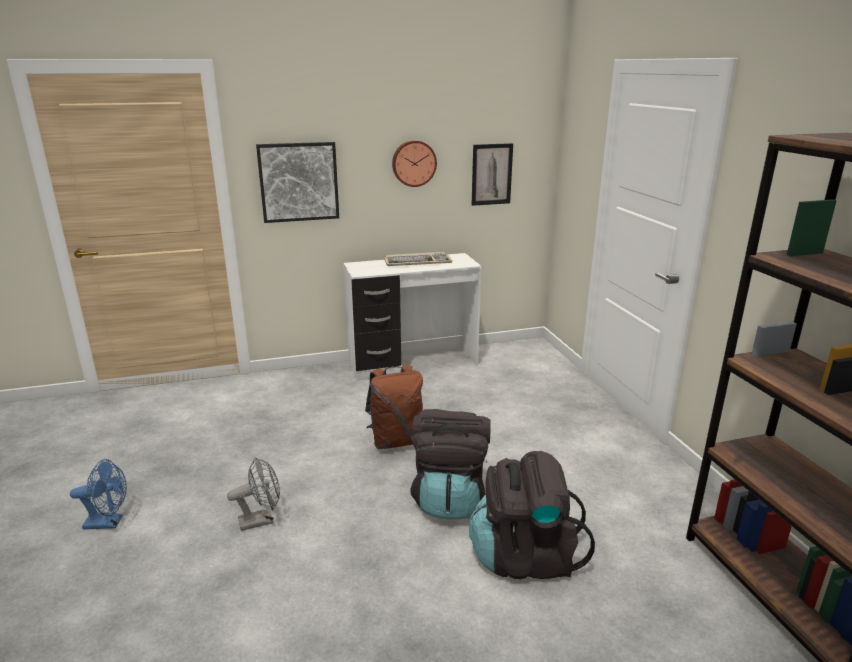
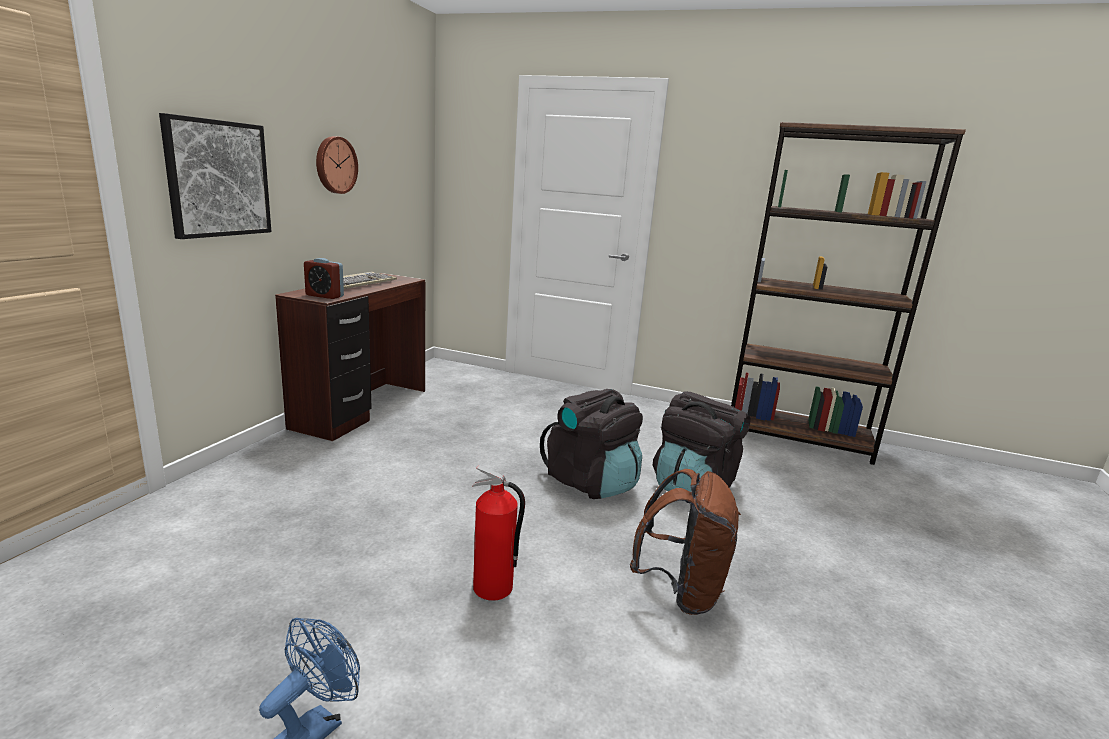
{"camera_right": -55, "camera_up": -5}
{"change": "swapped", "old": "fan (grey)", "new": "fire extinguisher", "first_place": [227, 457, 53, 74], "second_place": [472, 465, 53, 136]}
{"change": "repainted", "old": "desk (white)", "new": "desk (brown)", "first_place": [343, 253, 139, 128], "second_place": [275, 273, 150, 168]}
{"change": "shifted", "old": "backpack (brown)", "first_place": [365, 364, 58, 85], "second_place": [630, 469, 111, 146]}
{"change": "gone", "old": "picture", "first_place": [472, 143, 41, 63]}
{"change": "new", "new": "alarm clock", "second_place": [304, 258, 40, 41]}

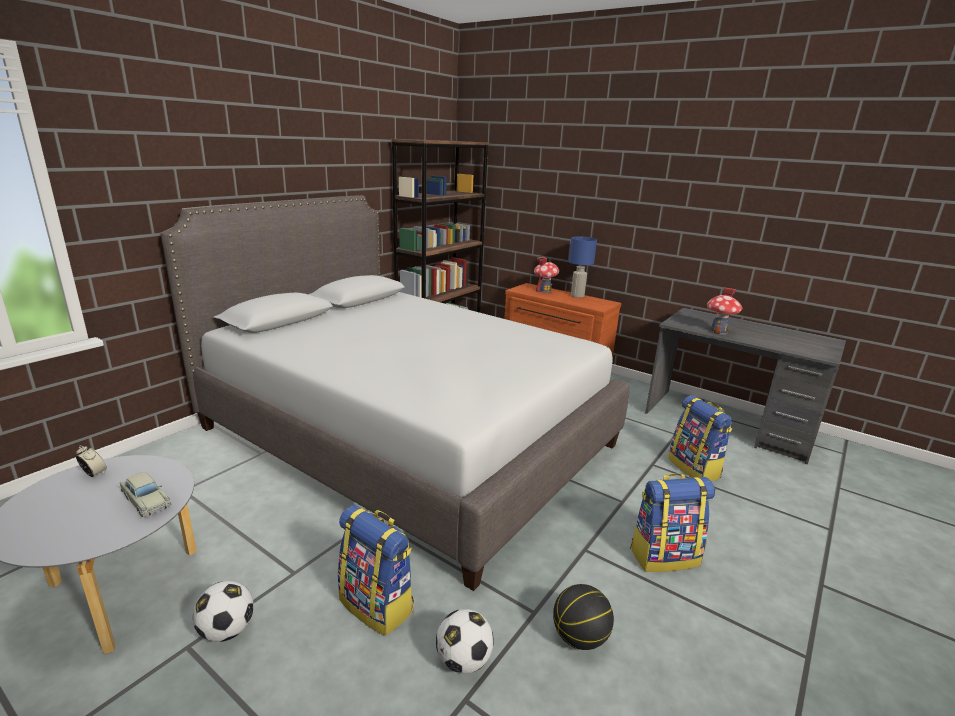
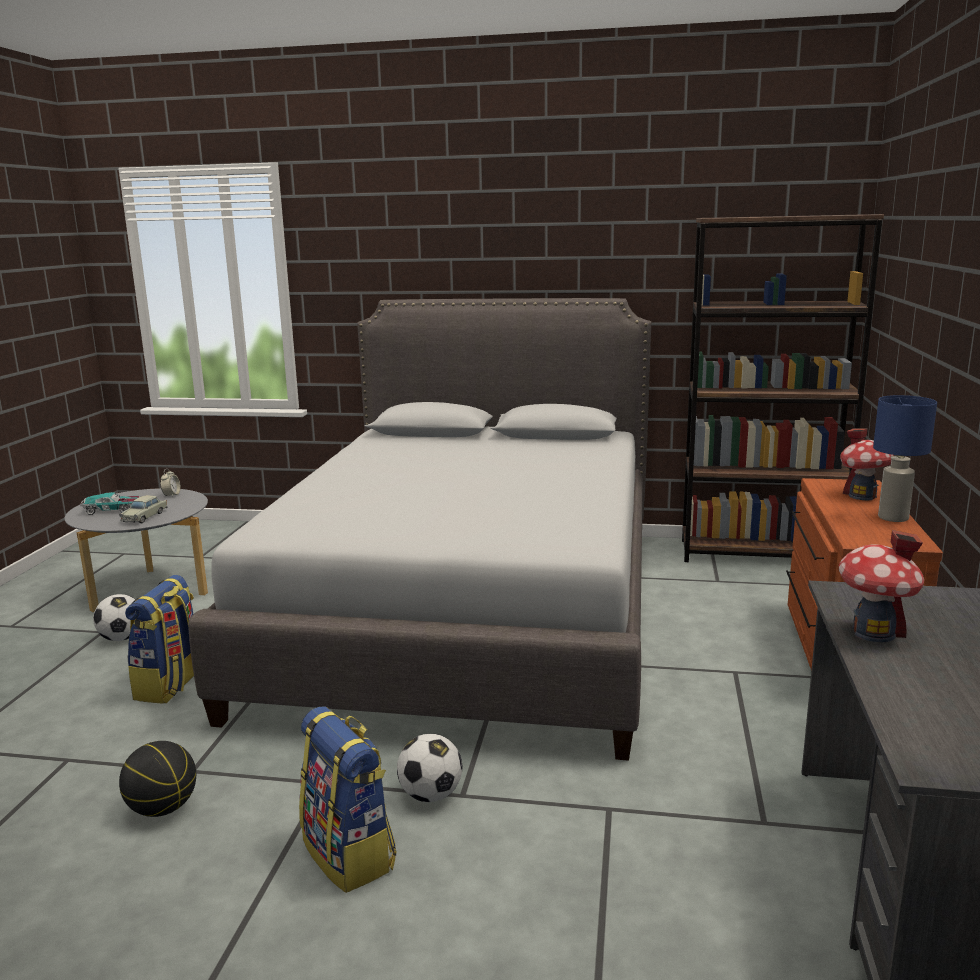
{"camera_right": 65, "camera_up": -5}
{"change": "shifted", "old": "football", "first_place": [436, 609, 58, 65], "second_place": [397, 734, 65, 68]}
{"change": "gone", "old": "backpack", "first_place": [668, 396, 64, 85]}
{"change": "new", "new": "toy car", "second_place": [80, 492, 59, 23]}

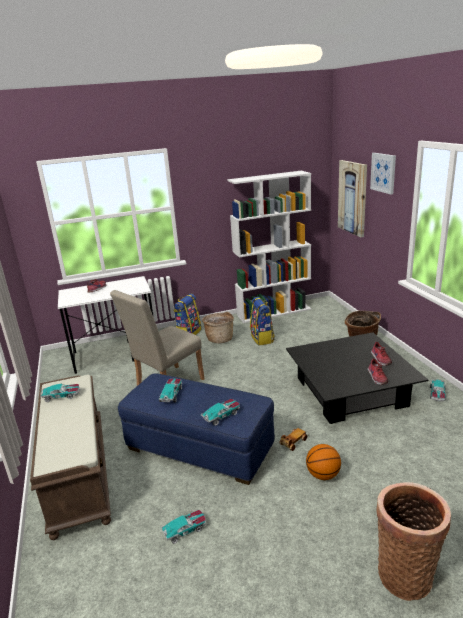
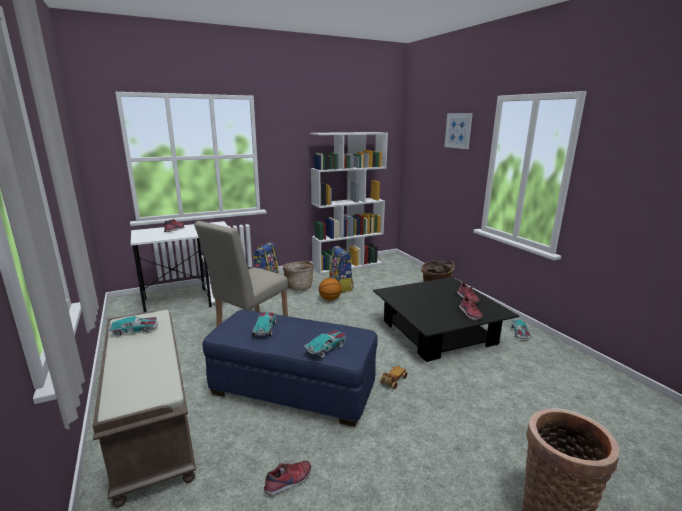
{"camera_right": -10, "camera_up": -5}
{"change": "swapped", "old": "toy car", "new": "shoe", "first_place": [161, 510, 45, 34], "second_place": [264, 461, 47, 35]}
{"change": "shifted", "old": "basketball", "first_place": [306, 444, 35, 36], "second_place": [319, 278, 23, 23]}
{"change": "gone", "old": "picture", "first_place": [338, 160, 29, 77]}

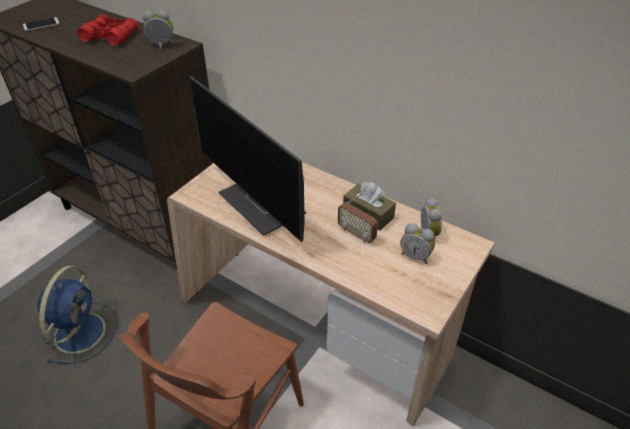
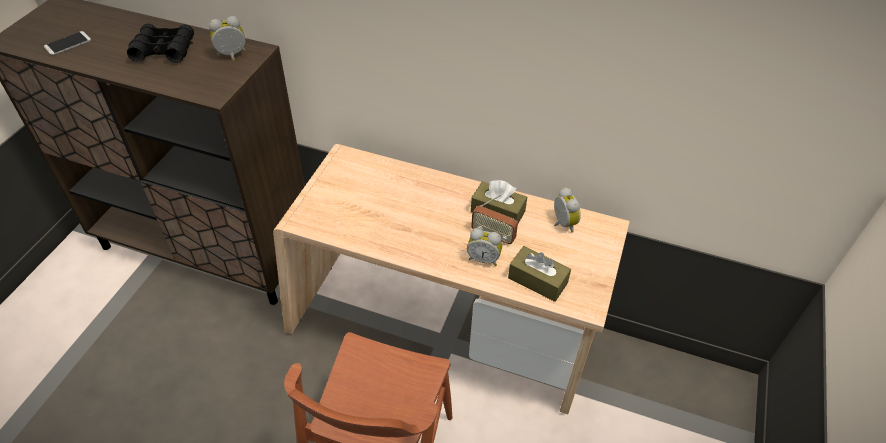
{"camera_right": -15, "camera_up": 5}
{"change": "gone", "old": "fan (blue)", "first_place": [37, 265, 81, 99]}
{"change": "repainted", "old": "binoculars (red)", "new": "binoculars (black)", "first_place": [77, 14, 61, 32], "second_place": [127, 23, 67, 40]}
{"change": "gone", "old": "monitor", "first_place": [189, 76, 117, 166]}
{"change": "shifted", "old": "alarm clock", "first_place": [400, 223, 35, 41], "second_place": [467, 228, 35, 38]}
{"change": "new", "new": "tissue box (brown)", "second_place": [508, 246, 63, 56]}

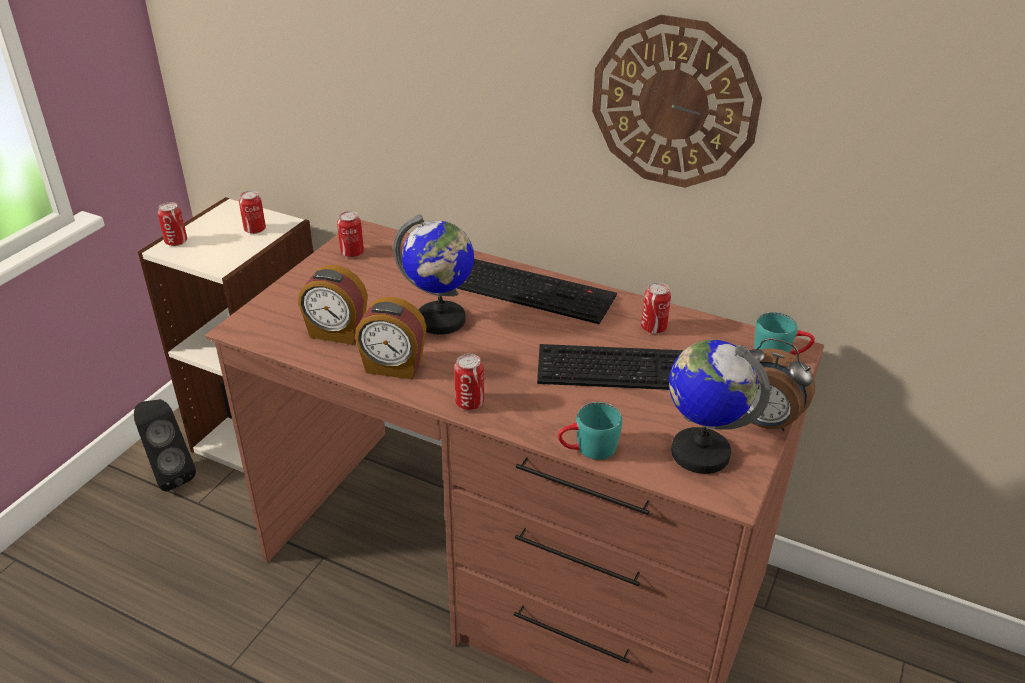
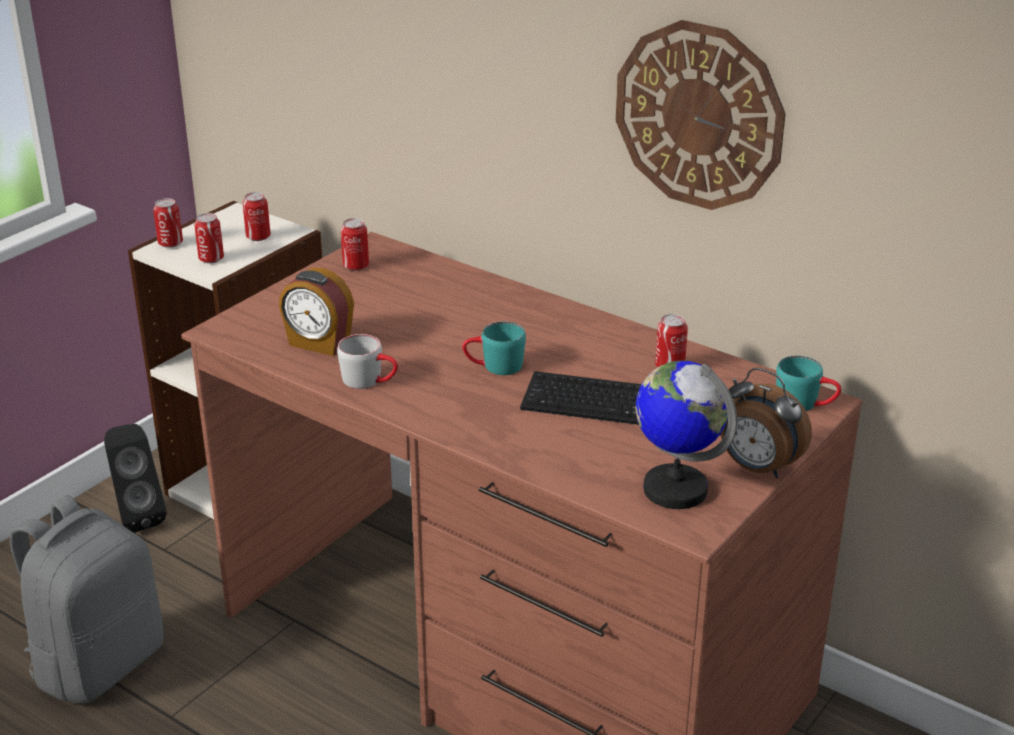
{"camera_right": 10, "camera_up": -5}
{"change": "swapped", "old": "alarm clock", "new": "mug (grey)", "first_place": [355, 297, 72, 82], "second_place": [337, 334, 61, 55]}
{"change": "gone", "old": "globe", "first_place": [393, 214, 81, 121]}
{"change": "shifted", "old": "can", "first_place": [454, 354, 30, 56], "second_place": [195, 213, 29, 50]}
{"change": "gone", "old": "keyboard", "first_place": [456, 259, 161, 65]}
{"change": "shifted", "old": "mug (turquoise)", "first_place": [558, 402, 64, 58], "second_place": [462, 321, 64, 54]}
{"change": "new", "new": "backpack (grey)", "second_place": [10, 495, 153, 209]}

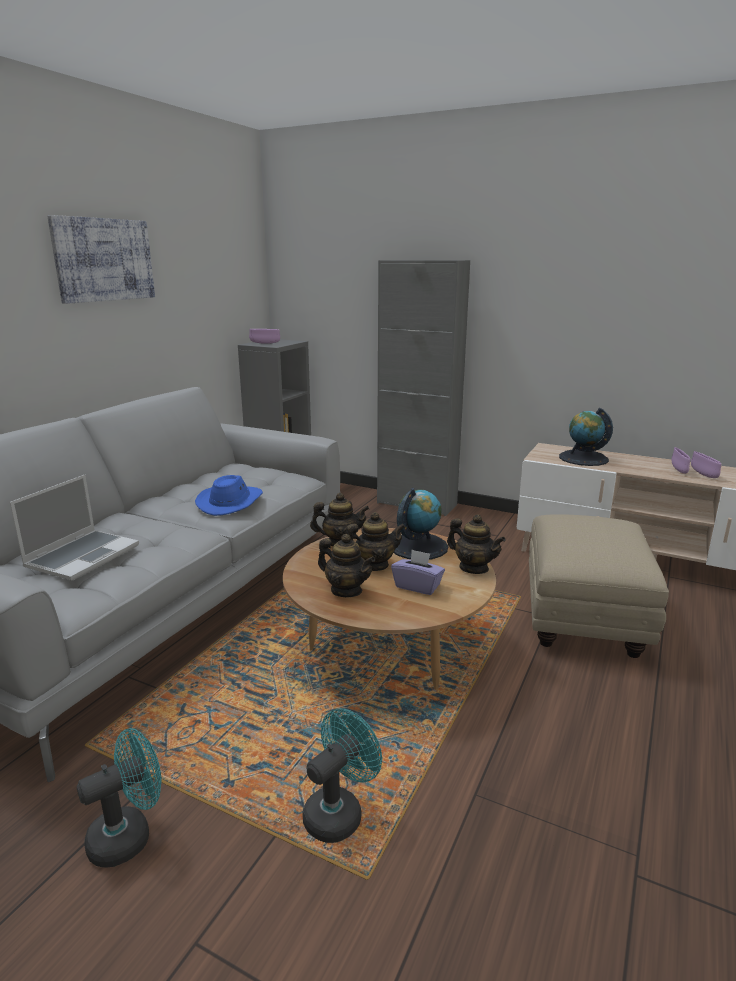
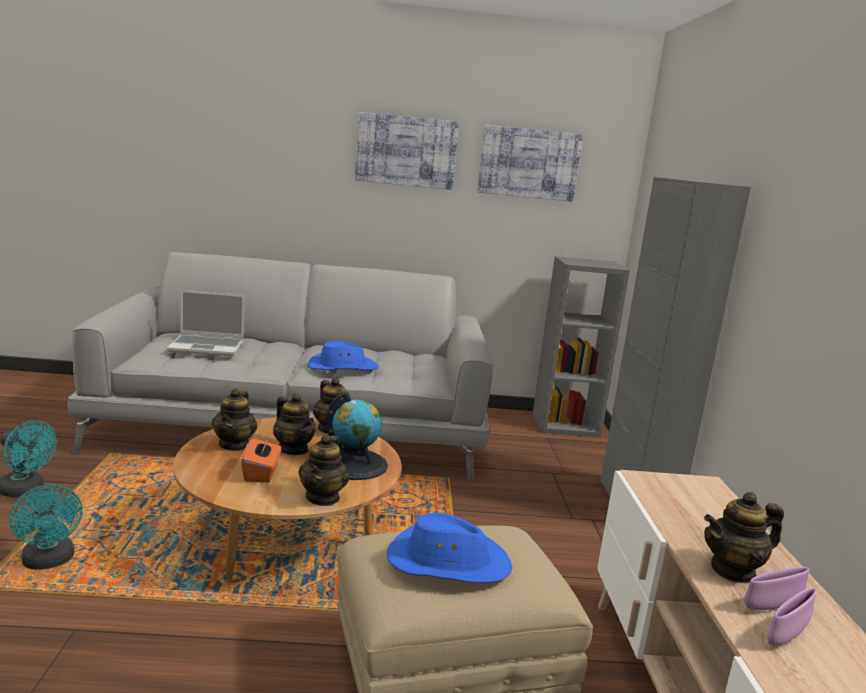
{"camera_right": 60, "camera_up": -5}
{"change": "gone", "old": "bowl (purple)", "first_place": [249, 329, 31, 15]}
{"change": "rotated", "old": "fan (turquoise)", "first_place": [302, 708, 80, 135], "second_place": [9, 485, 74, 85], "degrees": 45}
{"change": "repainted", "old": "tissue box (purple)", "new": "tissue box (orange)", "first_place": [391, 549, 54, 46], "second_place": [241, 436, 40, 47]}
{"change": "gone", "old": "globe", "first_place": [559, 408, 54, 58]}
{"change": "new", "new": "hat (blue)", "second_place": [387, 513, 125, 70]}
{"change": "new", "new": "picture", "second_place": [477, 125, 106, 77]}
{"change": "new", "new": "teapot", "second_place": [704, 492, 80, 92]}

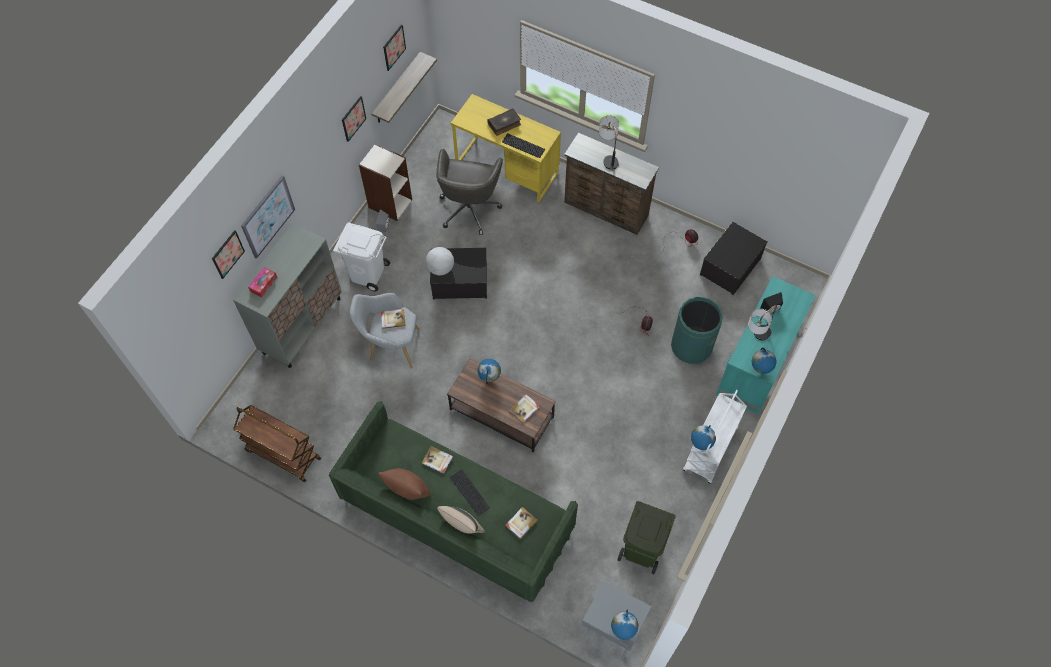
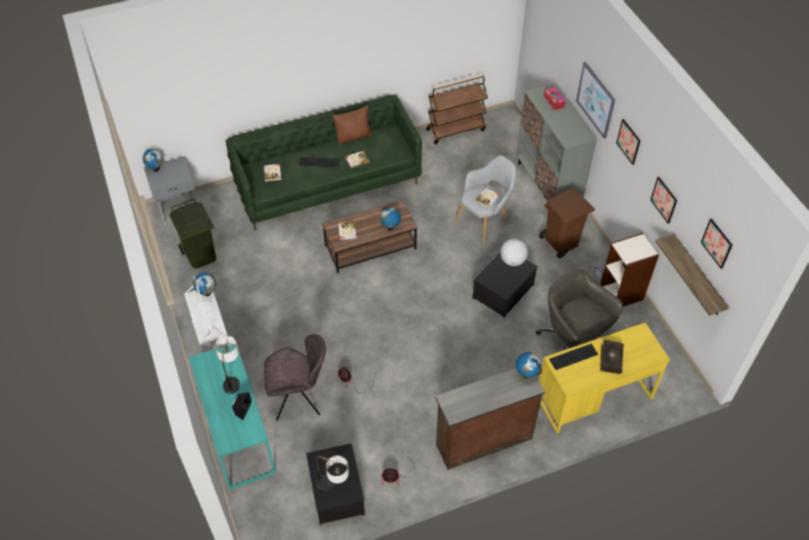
{"camera_right": 130, "camera_up": -10}
{"change": "shifted", "old": "picture", "first_place": [212, 230, 33, 49], "second_place": [616, 119, 25, 46]}
{"change": "repainted", "old": "trash can (white)", "new": "trash can (brown)", "first_place": [333, 222, 57, 70], "second_place": [539, 188, 56, 70]}
{"change": "gone", "old": "pillow (beige)", "first_place": [437, 506, 48, 28]}
{"change": "shifted", "old": "table lamp", "first_place": [599, 115, 20, 55], "second_place": [316, 456, 33, 35]}
{"change": "swapped", "old": "trash can (green)", "new": "chair (grey)", "first_place": [671, 297, 52, 67], "second_place": [264, 335, 62, 86]}
{"change": "shifted", "old": "globe", "first_place": [752, 348, 24, 26], "second_place": [516, 352, 26, 26]}

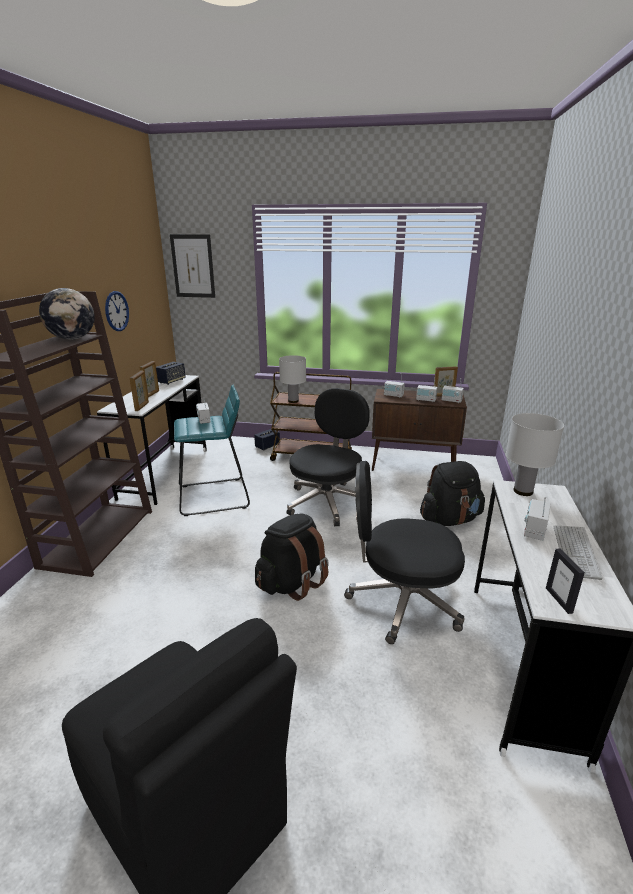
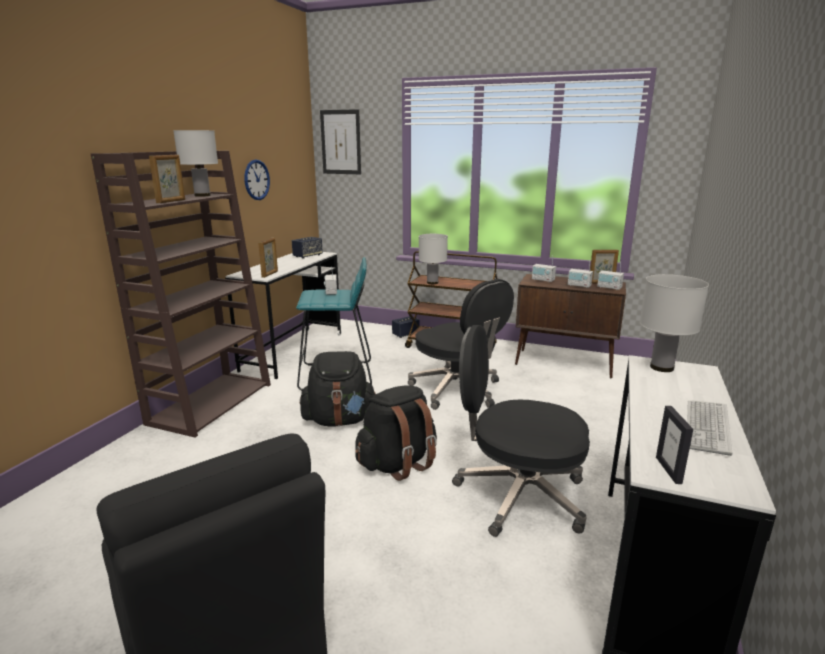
{"camera_right": 10, "camera_up": -5}
{"change": "swapped", "old": "globe", "new": "table lamp (white)", "first_place": [39, 288, 56, 52], "second_place": [173, 130, 45, 67]}
{"change": "shifted", "old": "picture frame", "first_place": [139, 361, 20, 36], "second_place": [149, 155, 36, 48]}
{"change": "rotated", "old": "office chair (black)", "first_place": [287, 388, 83, 138], "second_place": [408, 279, 106, 131], "degrees": 105}
{"change": "shifted", "old": "backpack (black)", "first_place": [420, 461, 65, 65], "second_place": [300, 351, 76, 76]}
{"change": "gone", "old": "radio", "first_place": [524, 497, 27, 44]}

